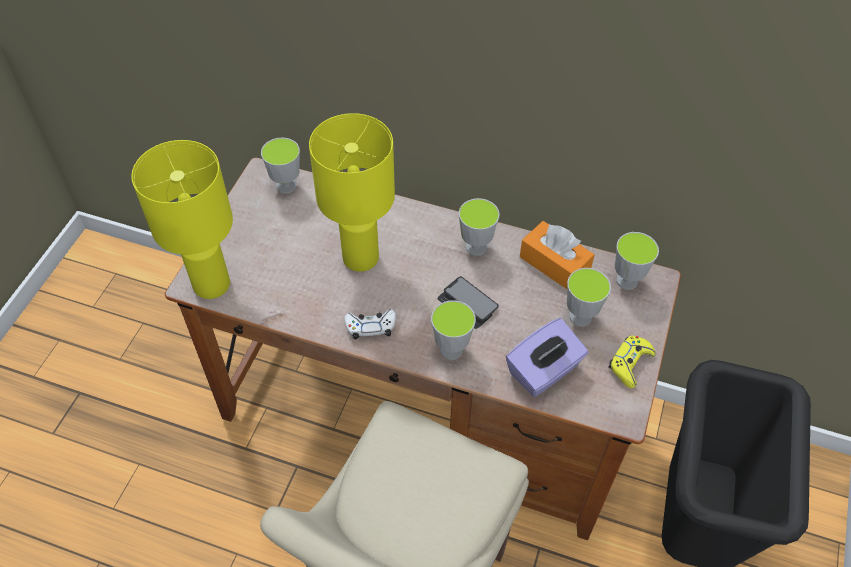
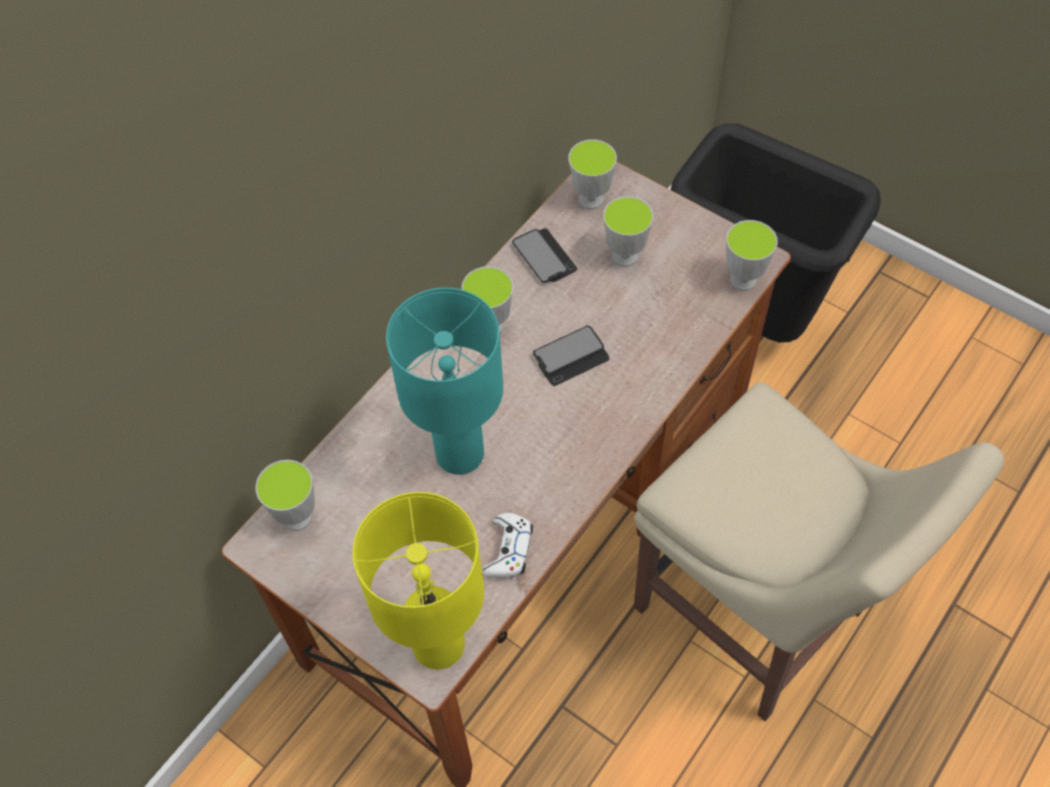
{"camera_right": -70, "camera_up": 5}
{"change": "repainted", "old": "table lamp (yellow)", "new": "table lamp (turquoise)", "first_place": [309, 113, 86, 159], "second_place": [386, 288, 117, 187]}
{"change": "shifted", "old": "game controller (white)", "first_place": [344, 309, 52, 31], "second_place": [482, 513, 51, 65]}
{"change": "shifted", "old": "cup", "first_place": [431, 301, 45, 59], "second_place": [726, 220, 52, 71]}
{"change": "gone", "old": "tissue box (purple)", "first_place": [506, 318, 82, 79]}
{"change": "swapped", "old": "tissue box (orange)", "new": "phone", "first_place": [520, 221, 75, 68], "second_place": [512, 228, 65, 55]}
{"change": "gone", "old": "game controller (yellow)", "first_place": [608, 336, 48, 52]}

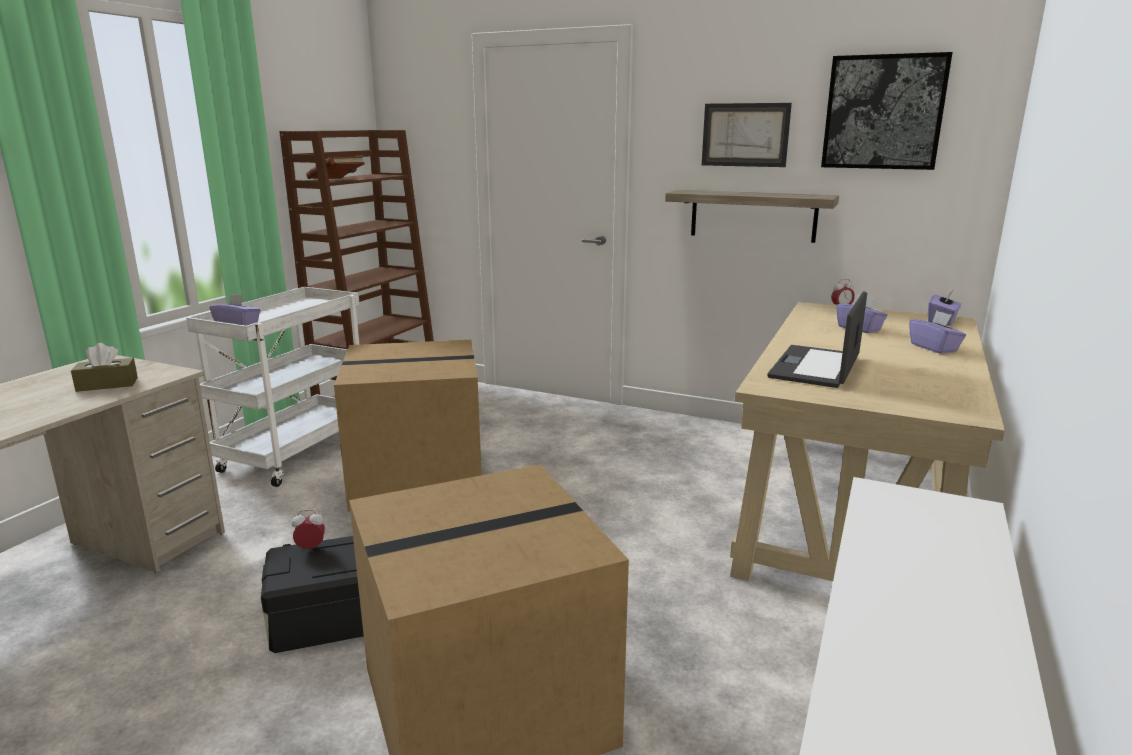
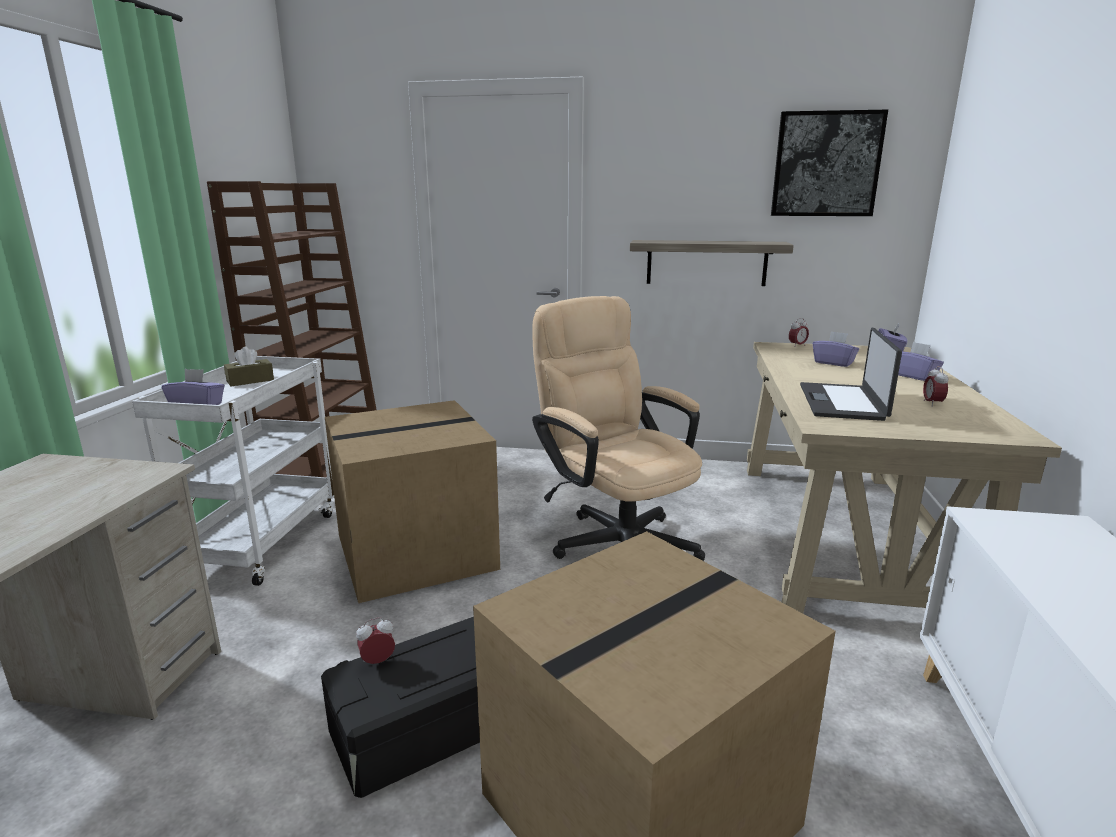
{"camera_right": -15, "camera_up": 0}
{"change": "shifted", "old": "tissue box (brown)", "first_place": [71, 343, 67, 49], "second_place": [224, 346, 50, 40]}
{"change": "gone", "old": "book (brown)", "first_place": [306, 155, 59, 24]}
{"change": "gone", "old": "picture", "first_place": [702, 103, 90, 64]}
{"change": "new", "new": "office chair (beige)", "second_place": [532, 296, 173, 265]}
{"change": "new", "new": "alarm clock", "second_place": [923, 366, 26, 41]}

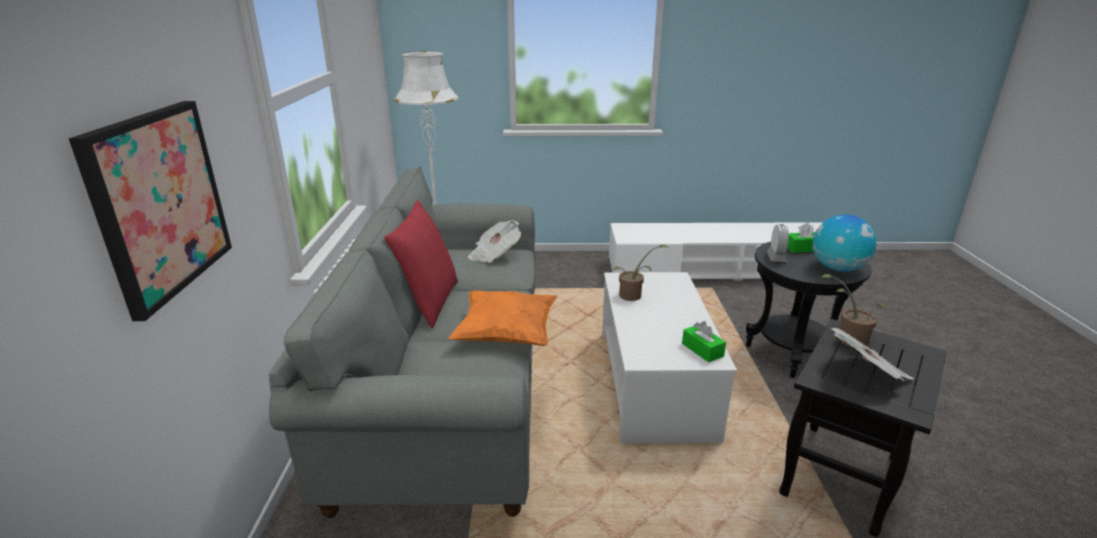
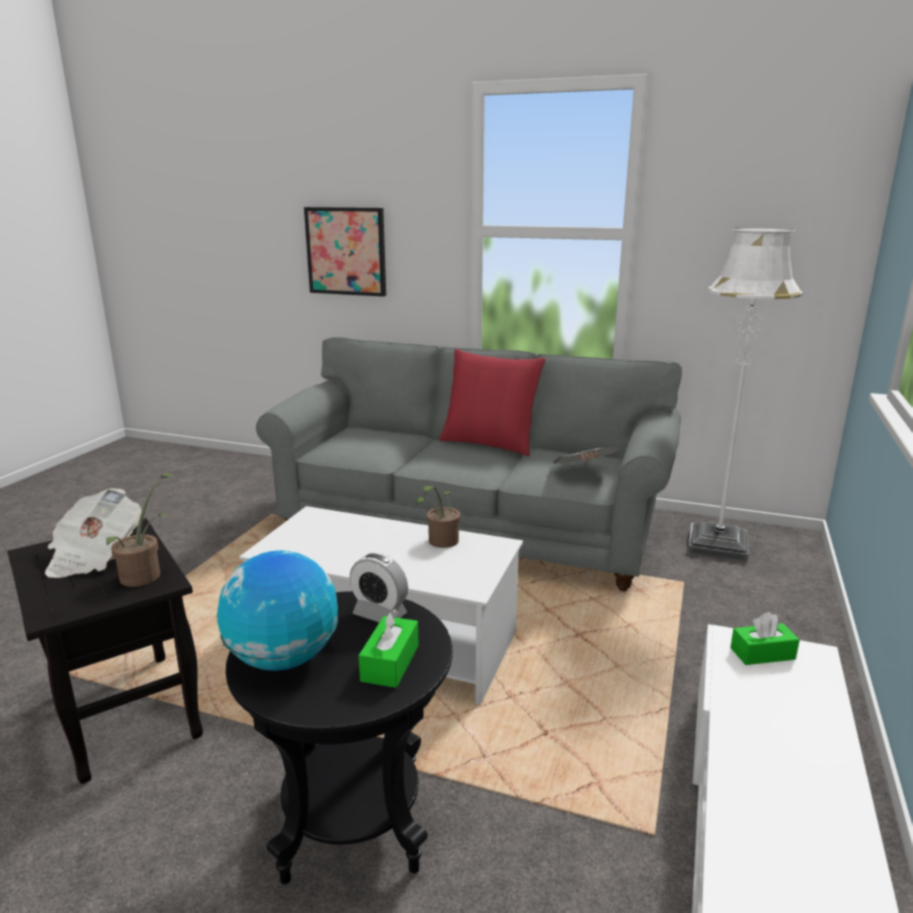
{"camera_right": 110, "camera_up": -5}
{"change": "gone", "old": "pillow (orange)", "first_place": [448, 290, 109, 56]}
{"change": "shifted", "old": "tissue box (green)", "first_place": [682, 321, 44, 41], "second_place": [730, 612, 70, 53]}

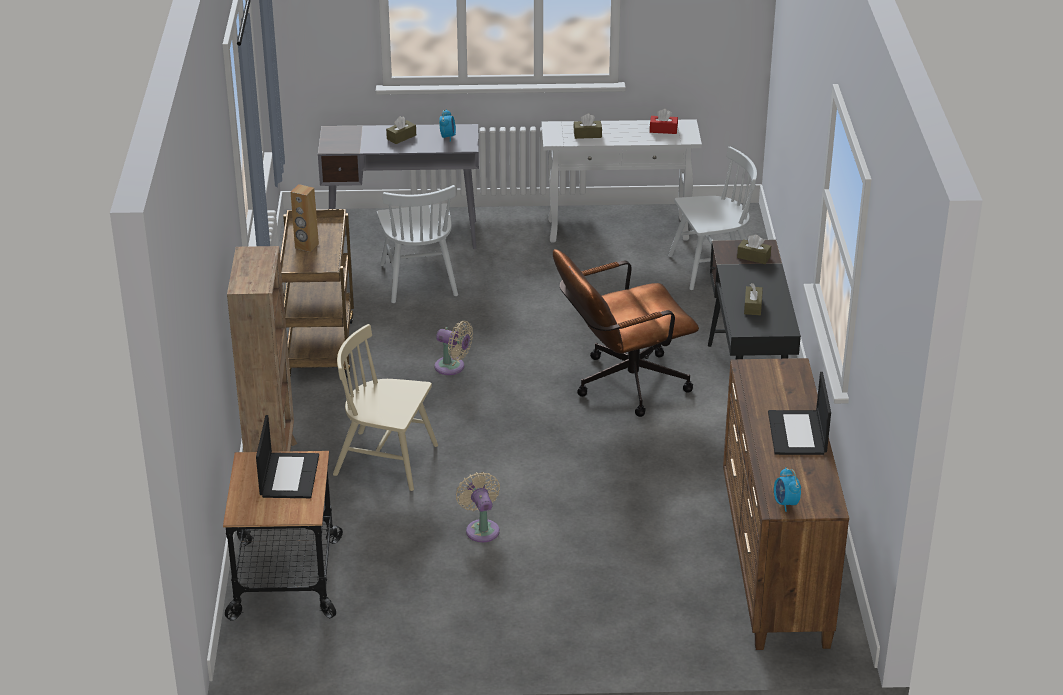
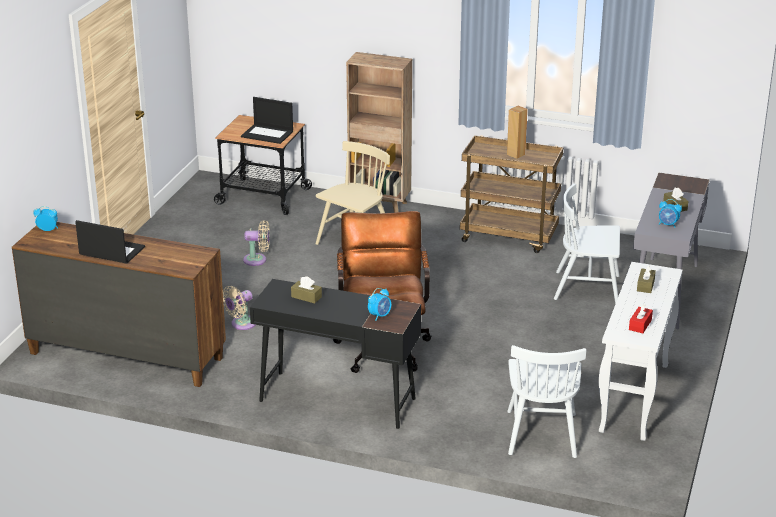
{"camera_right": 110, "camera_up": -5}
{"change": "shifted", "old": "fan (beige)", "first_place": [435, 321, 38, 54], "second_place": [223, 286, 33, 44]}
{"change": "swapped", "old": "tissue box (brown)", "new": "alarm clock", "first_place": [737, 235, 34, 29], "second_place": [368, 288, 23, 33]}

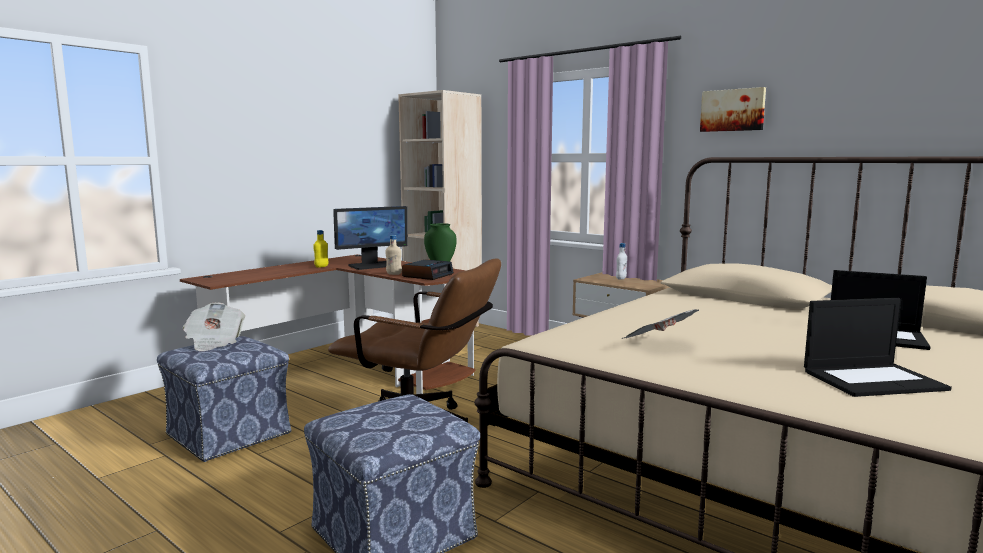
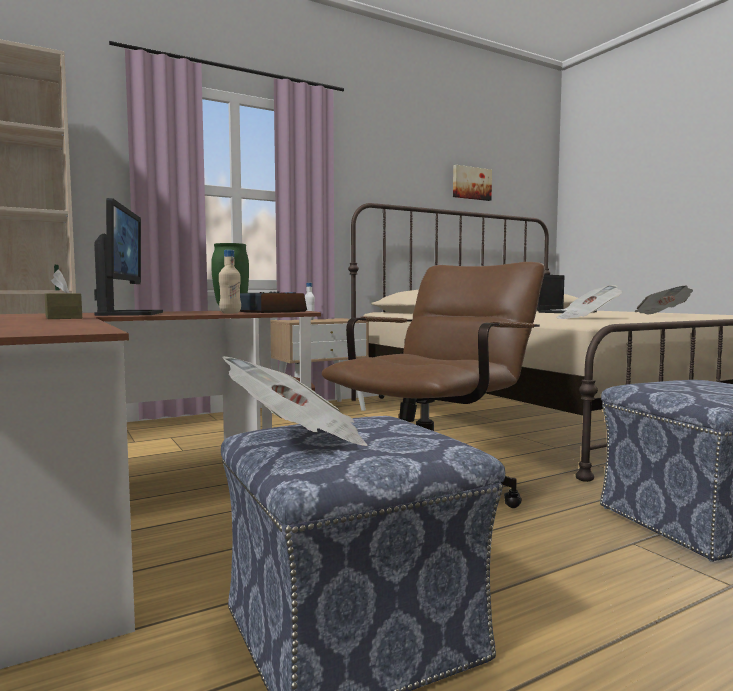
{"camera_right": -70, "camera_up": -5}
{"change": "swapped", "old": "bottle (yellow)", "new": "tissue box (brown)", "first_place": [313, 230, 16, 38], "second_place": [45, 269, 37, 50]}
{"change": "shifted", "old": "picture", "first_place": [700, 87, 66, 45], "second_place": [453, 165, 39, 36]}
{"change": "swapped", "old": "laptop", "new": "newspaper", "first_place": [804, 298, 148, 99], "second_place": [634, 286, 59, 28]}

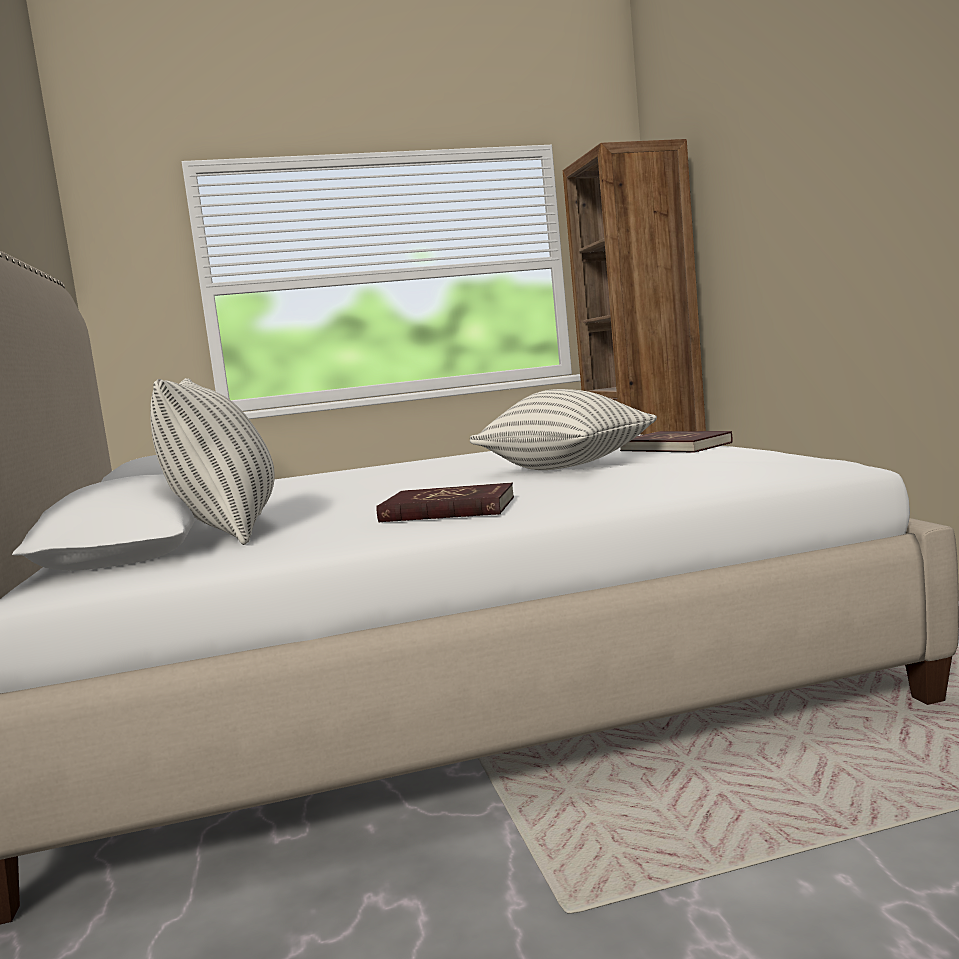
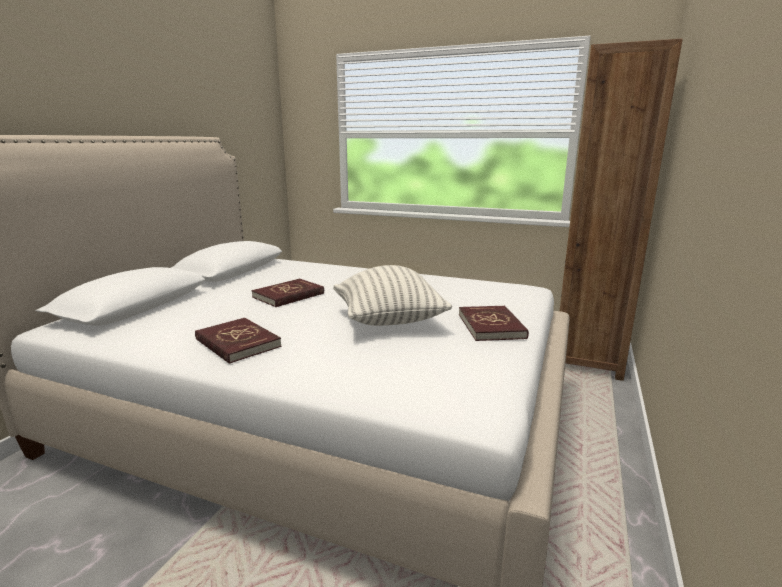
{"camera_right": 35, "camera_up": 10}
{"change": "gone", "old": "pillow", "first_place": [150, 378, 125, 167]}
{"change": "new", "new": "book (red)", "second_place": [251, 279, 73, 28]}

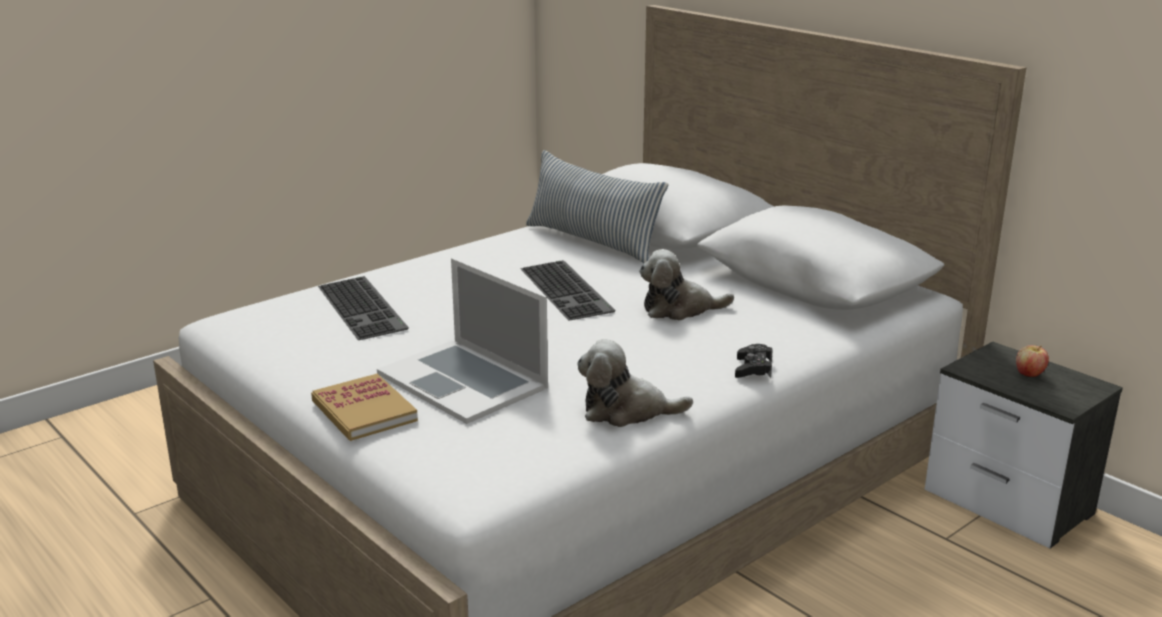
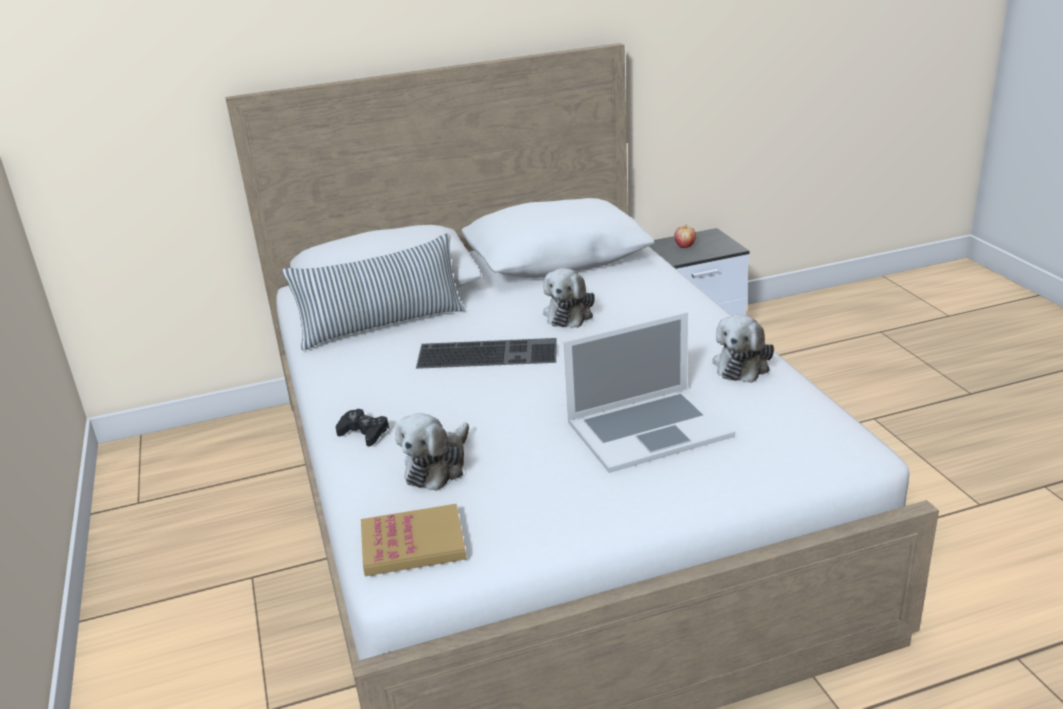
{"camera_right": -65, "camera_up": 5}
{"change": "shifted", "old": "book", "first_place": [311, 374, 107, 67], "second_place": [361, 504, 106, 72]}
{"change": "swapped", "old": "keyboard", "new": "plush toy", "first_place": [318, 276, 91, 64], "second_place": [395, 413, 74, 78]}
{"change": "shifted", "old": "game controller (black)", "first_place": [735, 344, 38, 34], "second_place": [336, 409, 53, 38]}

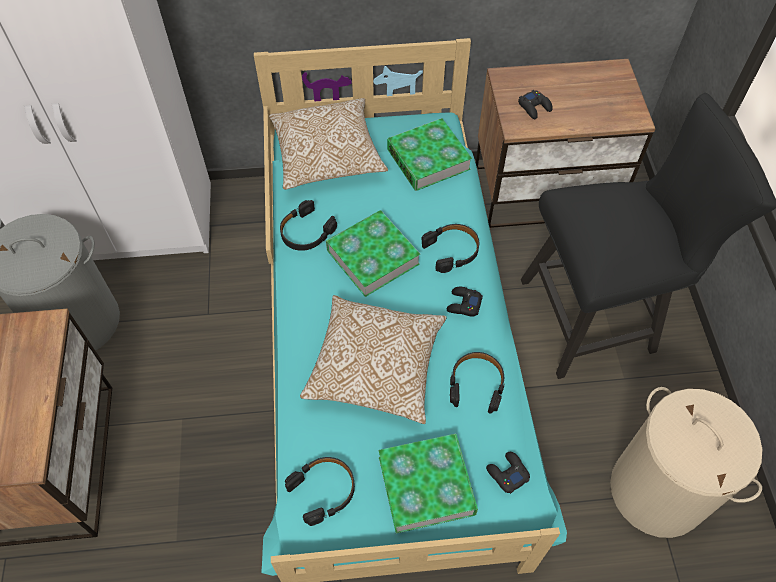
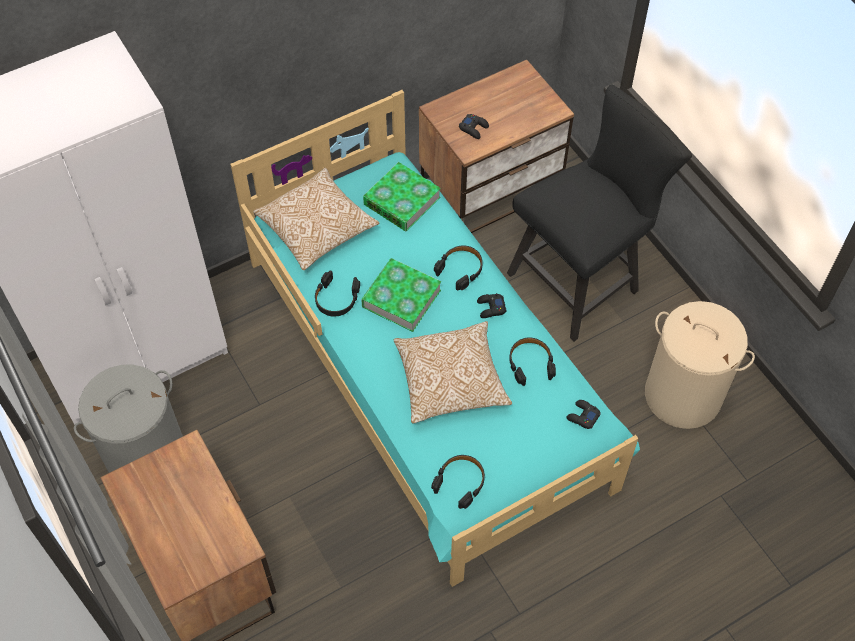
{"camera_right": -25, "camera_up": 0}
{"change": "gone", "old": "book", "first_place": [378, 434, 100, 100]}

